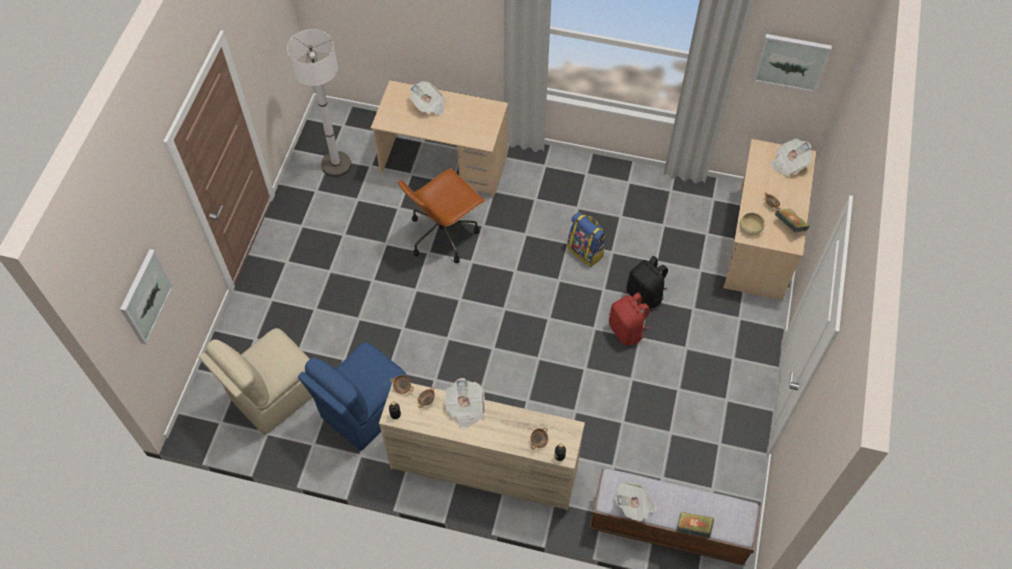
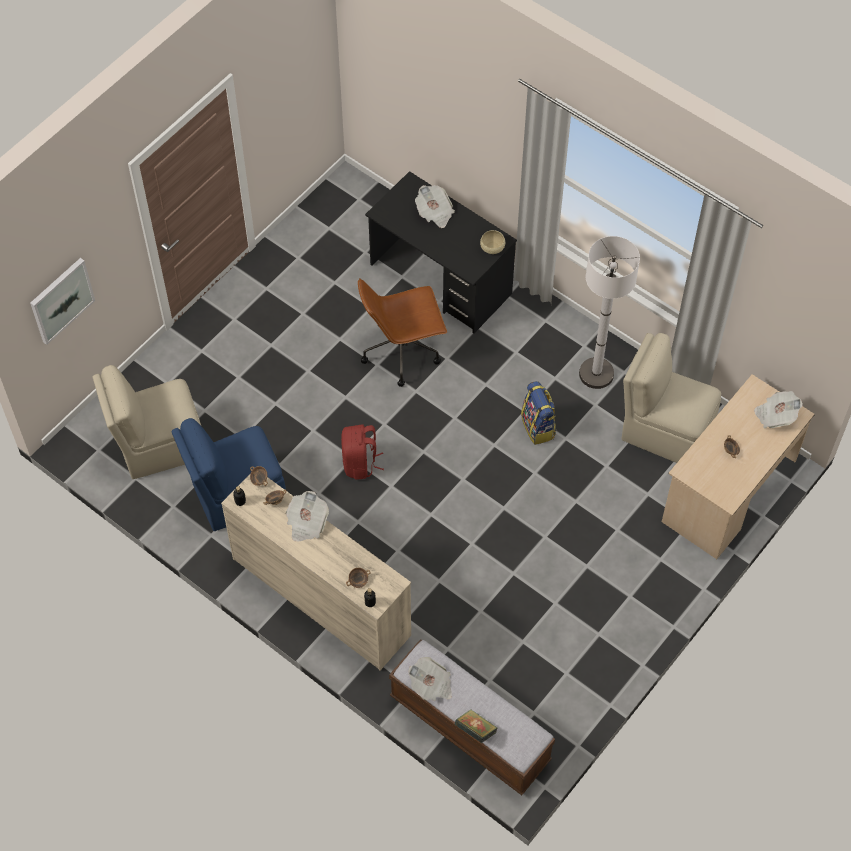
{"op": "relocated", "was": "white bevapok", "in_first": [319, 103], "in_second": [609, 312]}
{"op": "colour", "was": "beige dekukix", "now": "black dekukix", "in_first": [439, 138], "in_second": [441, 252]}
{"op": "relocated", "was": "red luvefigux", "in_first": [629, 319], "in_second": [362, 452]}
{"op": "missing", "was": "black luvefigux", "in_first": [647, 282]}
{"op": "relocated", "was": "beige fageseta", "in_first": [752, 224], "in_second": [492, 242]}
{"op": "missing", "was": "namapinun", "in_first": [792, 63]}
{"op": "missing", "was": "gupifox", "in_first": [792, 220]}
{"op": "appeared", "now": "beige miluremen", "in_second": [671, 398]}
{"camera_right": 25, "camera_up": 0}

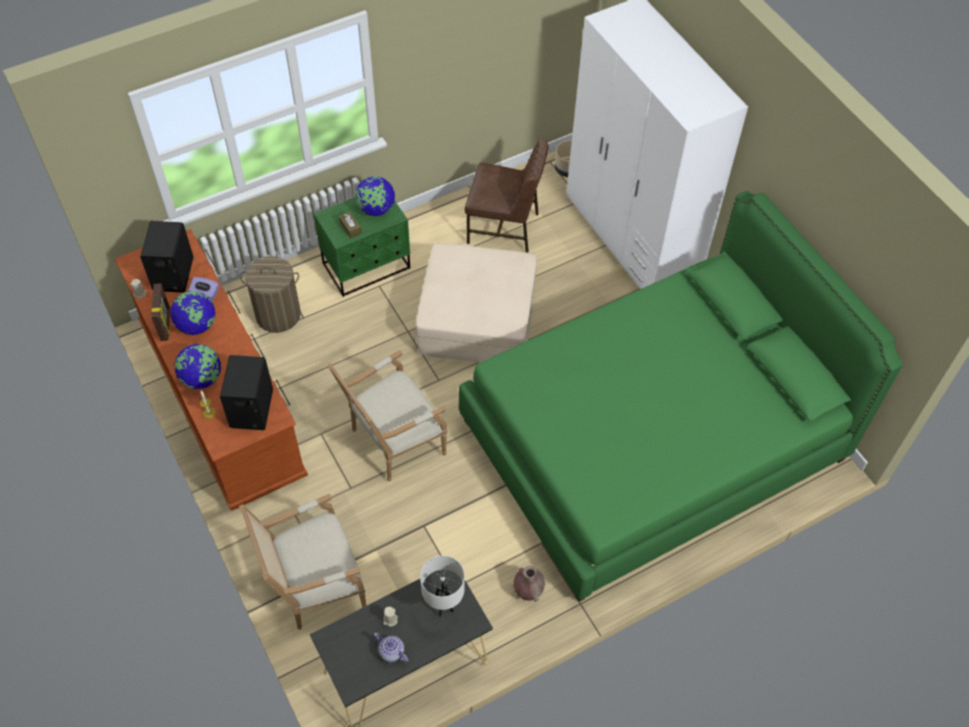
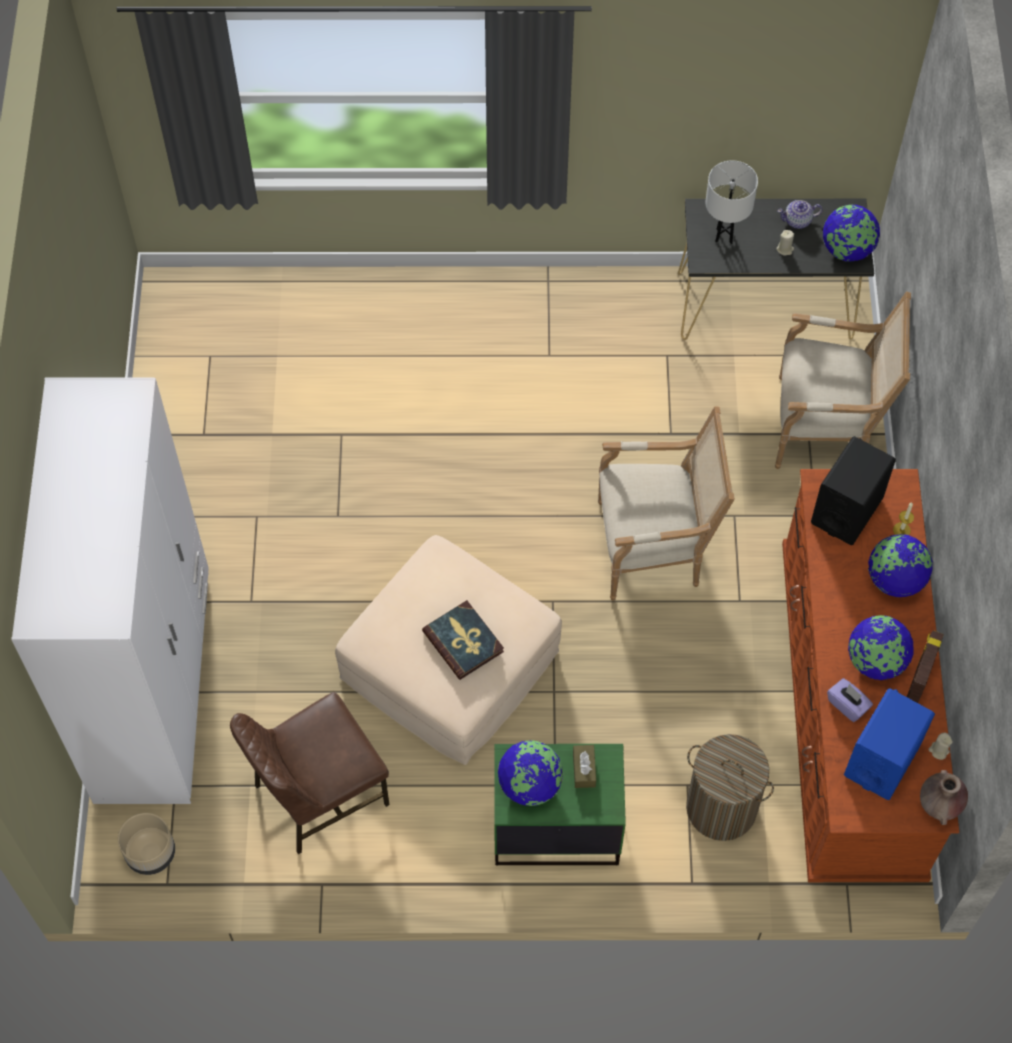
{"op": "colour", "was": "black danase", "now": "blue danase", "in_first": [166, 257], "in_second": [889, 744]}
{"op": "spun", "was": "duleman", "in_first": [391, 648], "in_second": [800, 214], "clockwise": 105}
{"op": "missing", "was": "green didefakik", "in_first": [681, 396]}
{"op": "spun", "was": "brown miluremen", "in_first": [506, 195], "in_second": [310, 773], "clockwise": -75}
{"op": "relocated", "was": "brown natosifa", "in_first": [529, 584], "in_second": [944, 797]}
{"op": "appeared", "now": "gupifox", "in_second": [463, 640]}
{"op": "appeared", "now": "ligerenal", "in_second": [851, 233]}
{"camera_right": -150, "camera_up": 5}

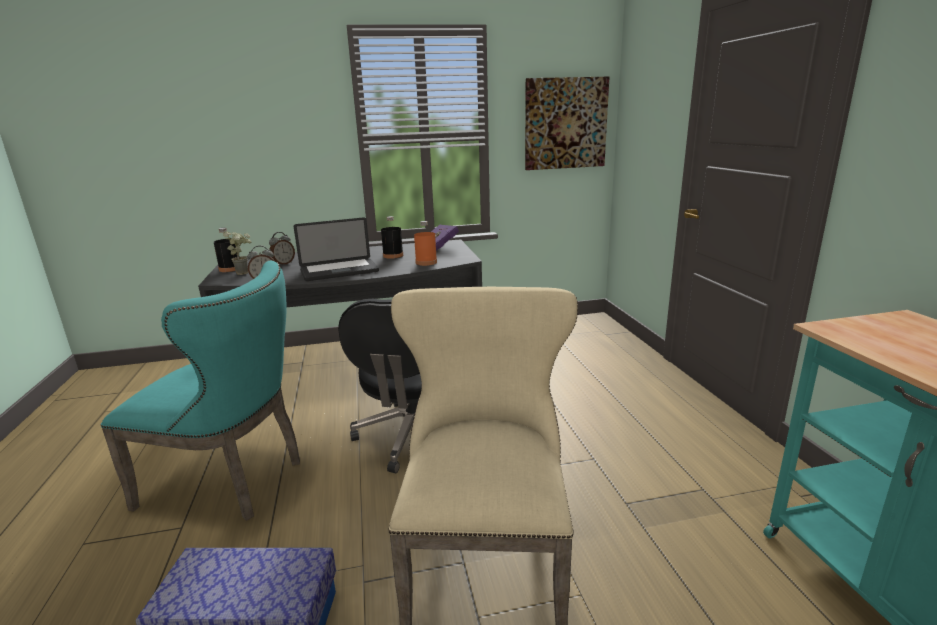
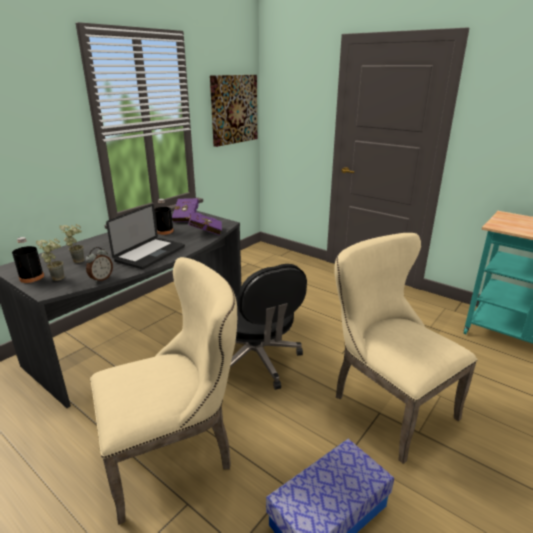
{"op": "colour", "was": "turquoise miluremen", "now": "beige miluremen", "in_first": [200, 391], "in_second": [163, 391]}
{"op": "exchanged", "was": "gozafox", "now": "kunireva", "in_first": [282, 248], "in_second": [72, 243]}
{"op": "exchanged", "was": "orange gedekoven", "now": "purple gupifox", "in_first": [425, 243], "in_second": [203, 223]}
{"camera_right": -40, "camera_up": 5}

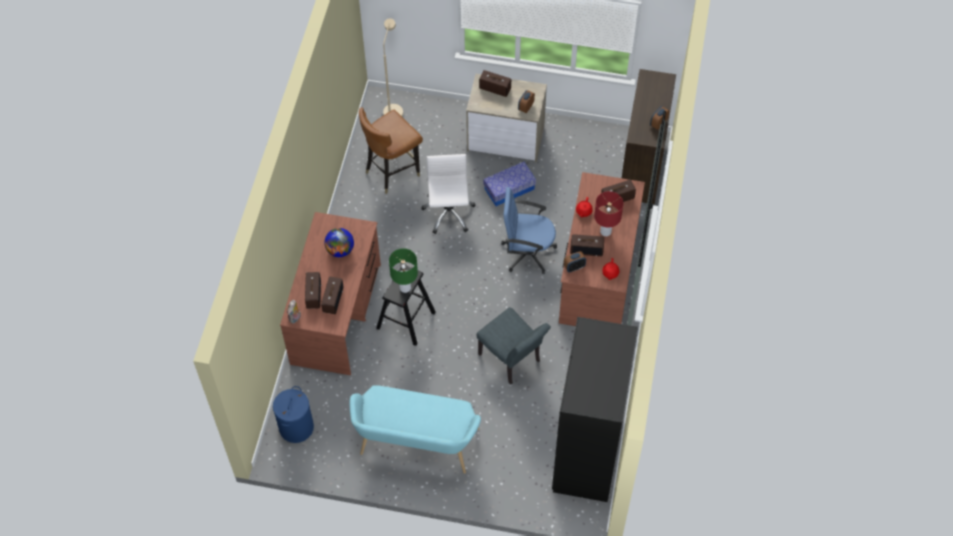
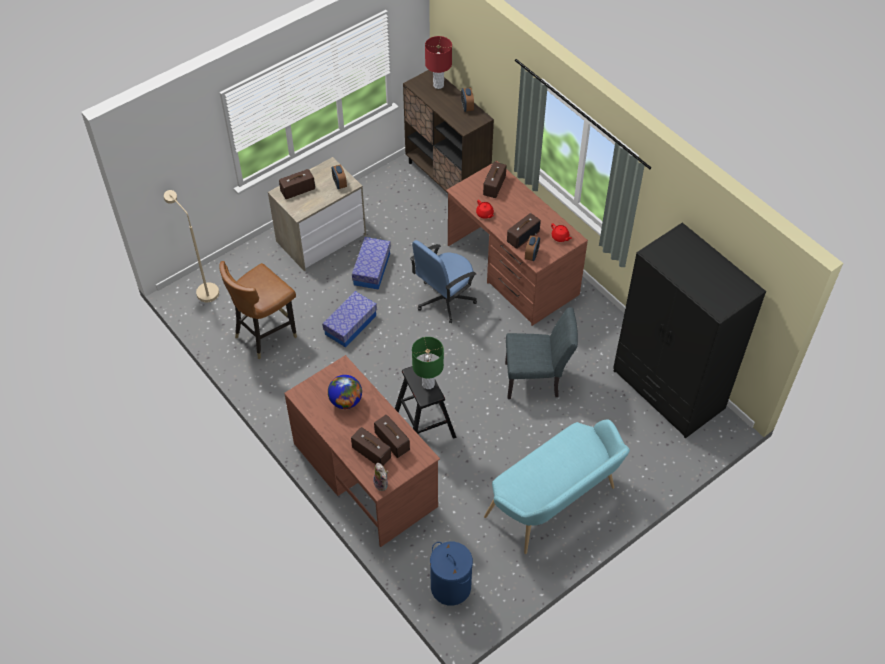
{"op": "spun", "was": "brown miluremen", "in_first": [391, 151], "in_second": [258, 310], "clockwise": 45}
{"op": "exchanged", "was": "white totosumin", "now": "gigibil", "in_first": [448, 194], "in_second": [349, 319]}
{"op": "relocated", "was": "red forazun", "in_first": [608, 213], "in_second": [438, 62]}
{"camera_right": -50, "camera_up": -5}

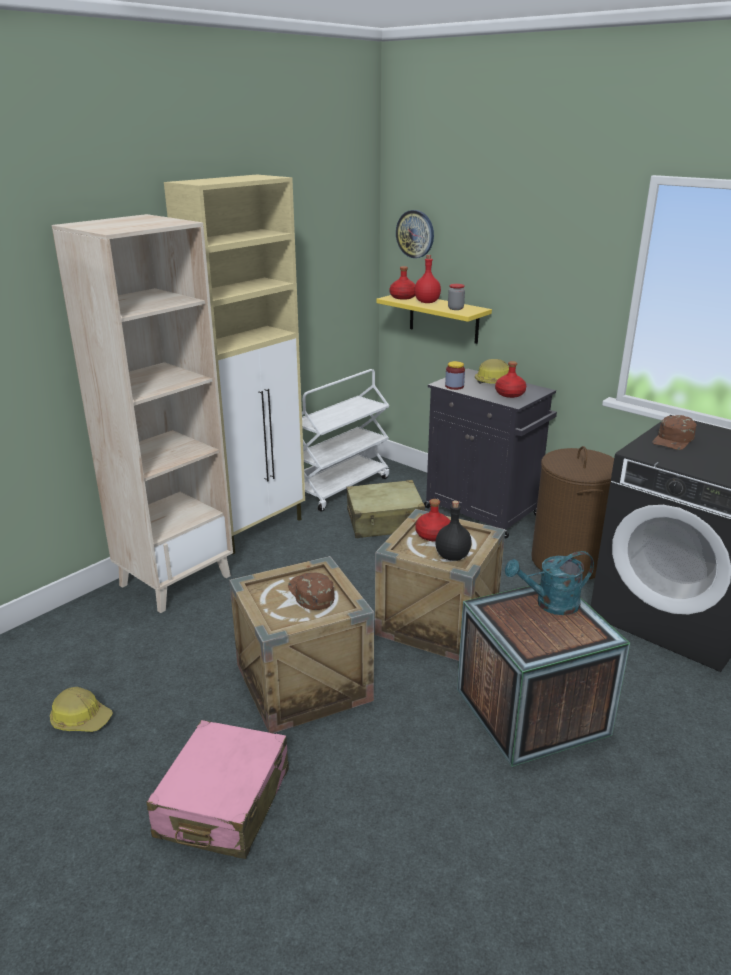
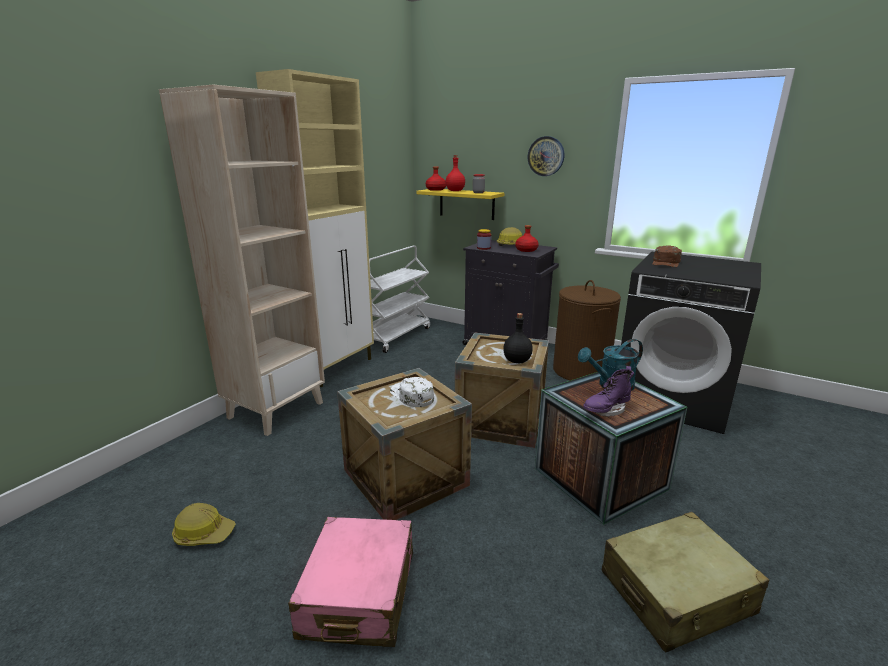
{"op": "colour", "was": "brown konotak", "now": "white konotak", "in_first": [311, 591], "in_second": [412, 392]}
{"op": "relocated", "was": "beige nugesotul", "in_first": [386, 509], "in_second": [685, 582]}
{"op": "relocated", "was": "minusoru", "in_first": [415, 234], "in_second": [546, 156]}
{"op": "missing", "was": "red gedekoven", "in_first": [432, 520]}
{"op": "appeared", "now": "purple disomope", "in_second": [608, 391]}
{"camera_right": -10, "camera_up": -5}

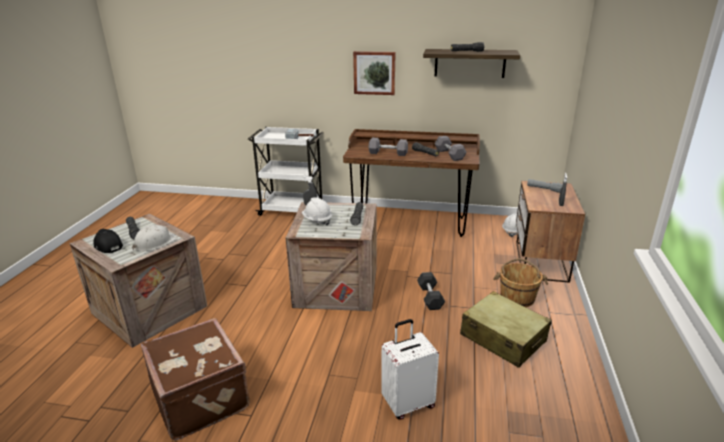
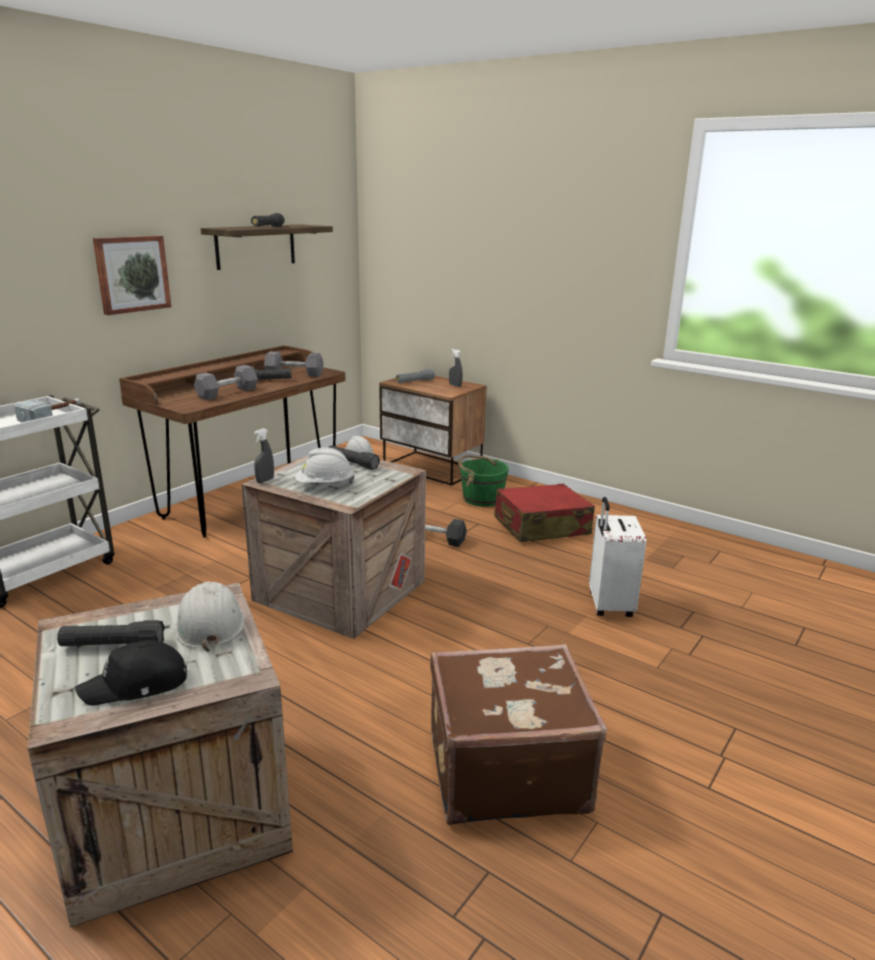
{"op": "colour", "was": "beige nugesotul", "now": "red nugesotul", "in_first": [506, 329], "in_second": [544, 513]}
{"op": "colour", "was": "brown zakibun", "now": "green zakibun", "in_first": [520, 282], "in_second": [483, 481]}
{"camera_right": -65, "camera_up": -5}

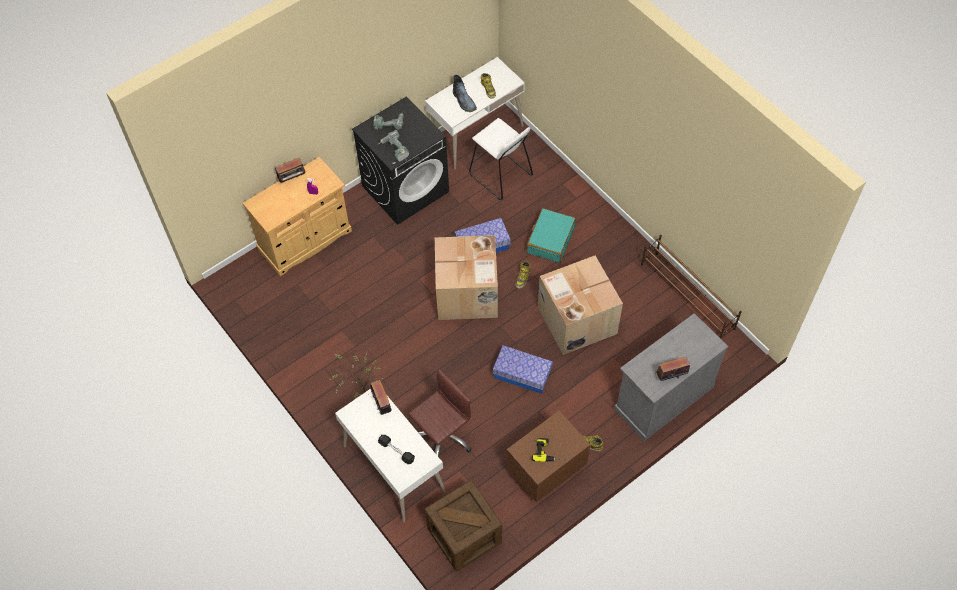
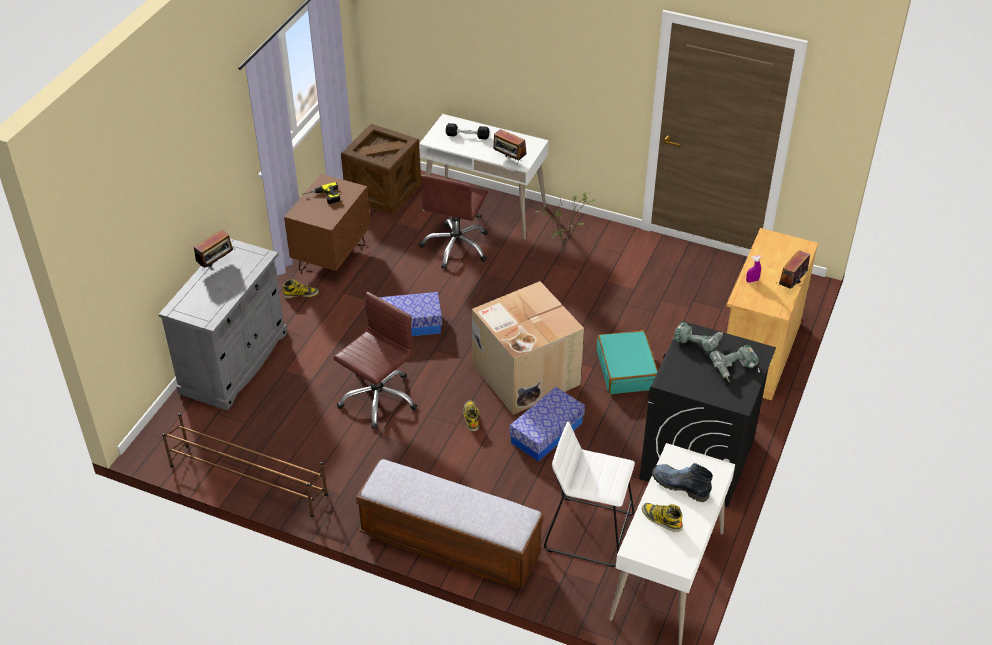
{"op": "relocated", "was": "turquoise nugesotul", "in_first": [551, 235], "in_second": [627, 362]}
{"op": "exchanged", "was": "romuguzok", "now": "brown totosumin", "in_first": [580, 305], "in_second": [375, 360]}
{"op": "appeared", "now": "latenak", "in_second": [449, 524]}
{"camera_right": 150, "camera_up": -15}

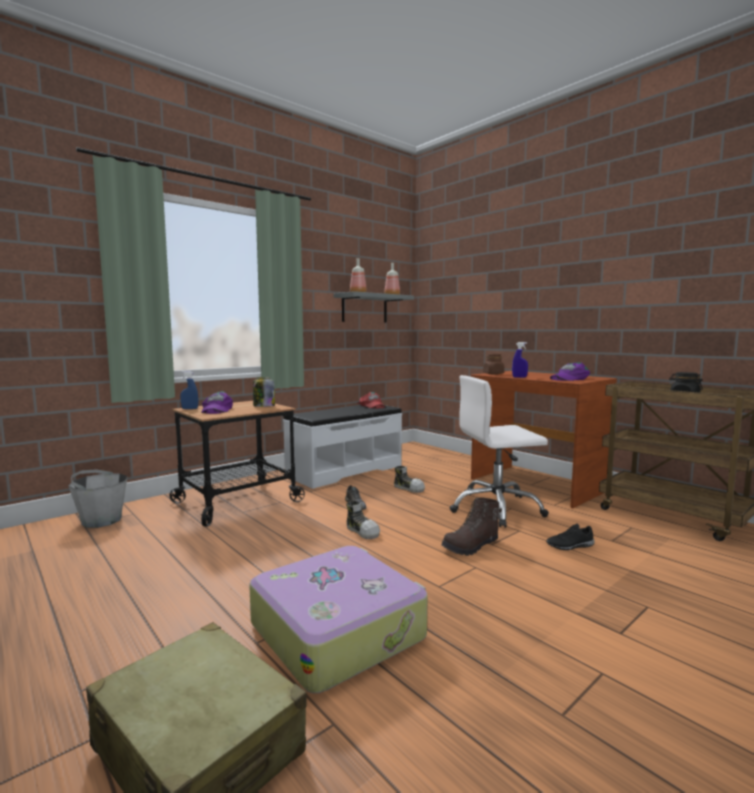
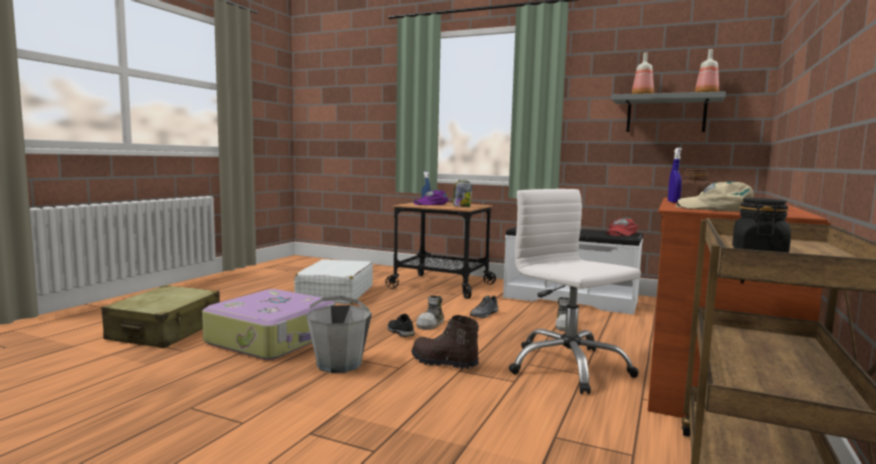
{"op": "relocated", "was": "grey zakibun", "in_first": [98, 498], "in_second": [339, 334]}
{"op": "relocated", "was": "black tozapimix", "in_first": [570, 537], "in_second": [401, 325]}
{"op": "colour", "was": "purple konotak", "now": "beige konotak", "in_first": [570, 371], "in_second": [715, 196]}
{"op": "appeared", "now": "white nugesotul", "in_second": [333, 281]}
{"camera_right": 65, "camera_up": 0}

